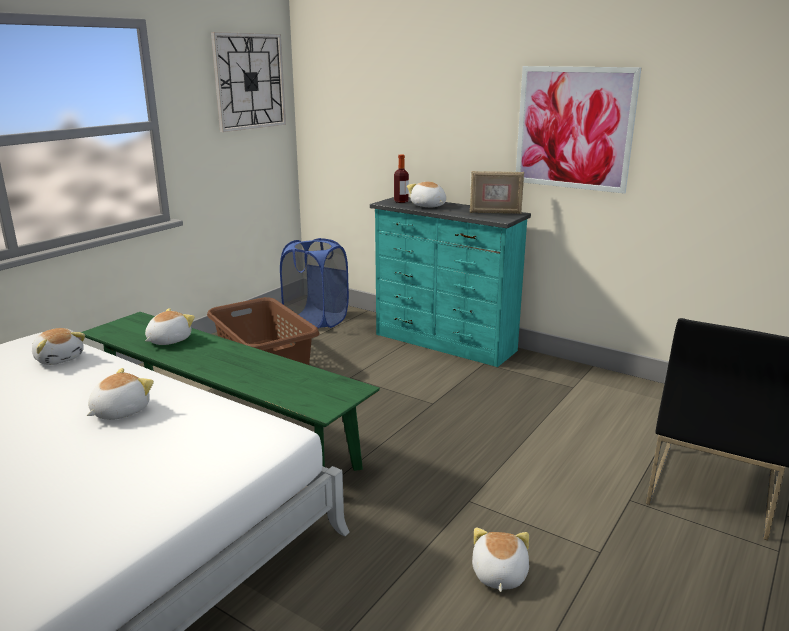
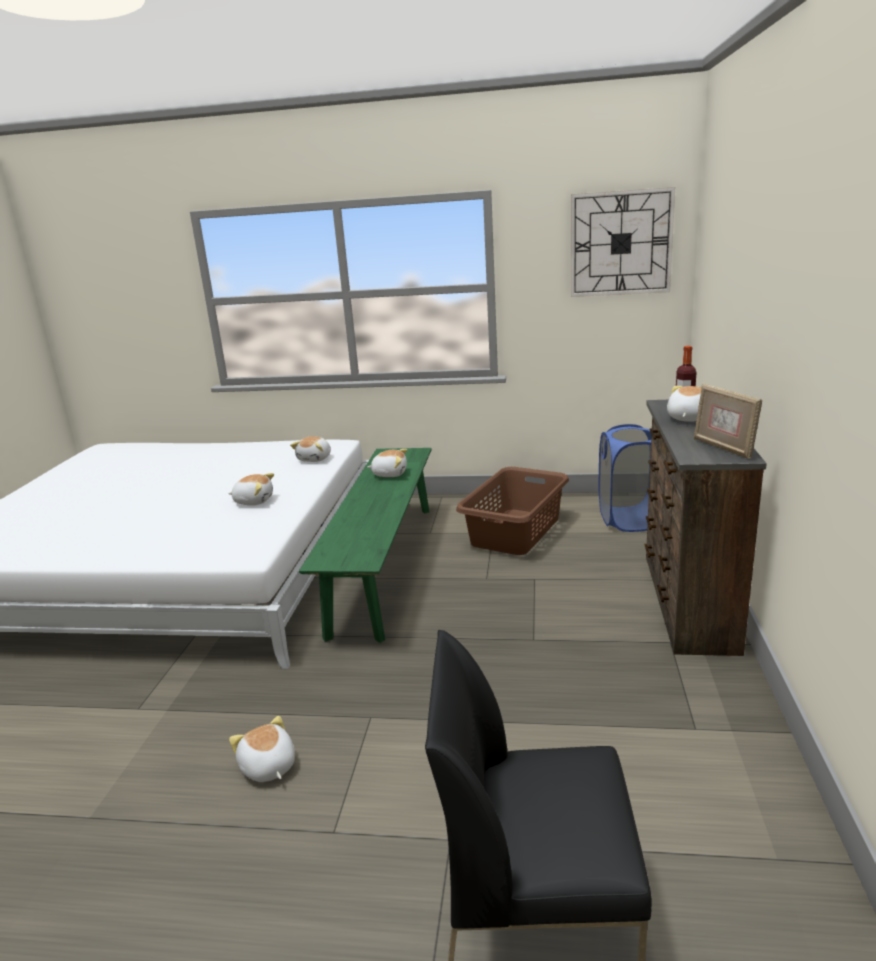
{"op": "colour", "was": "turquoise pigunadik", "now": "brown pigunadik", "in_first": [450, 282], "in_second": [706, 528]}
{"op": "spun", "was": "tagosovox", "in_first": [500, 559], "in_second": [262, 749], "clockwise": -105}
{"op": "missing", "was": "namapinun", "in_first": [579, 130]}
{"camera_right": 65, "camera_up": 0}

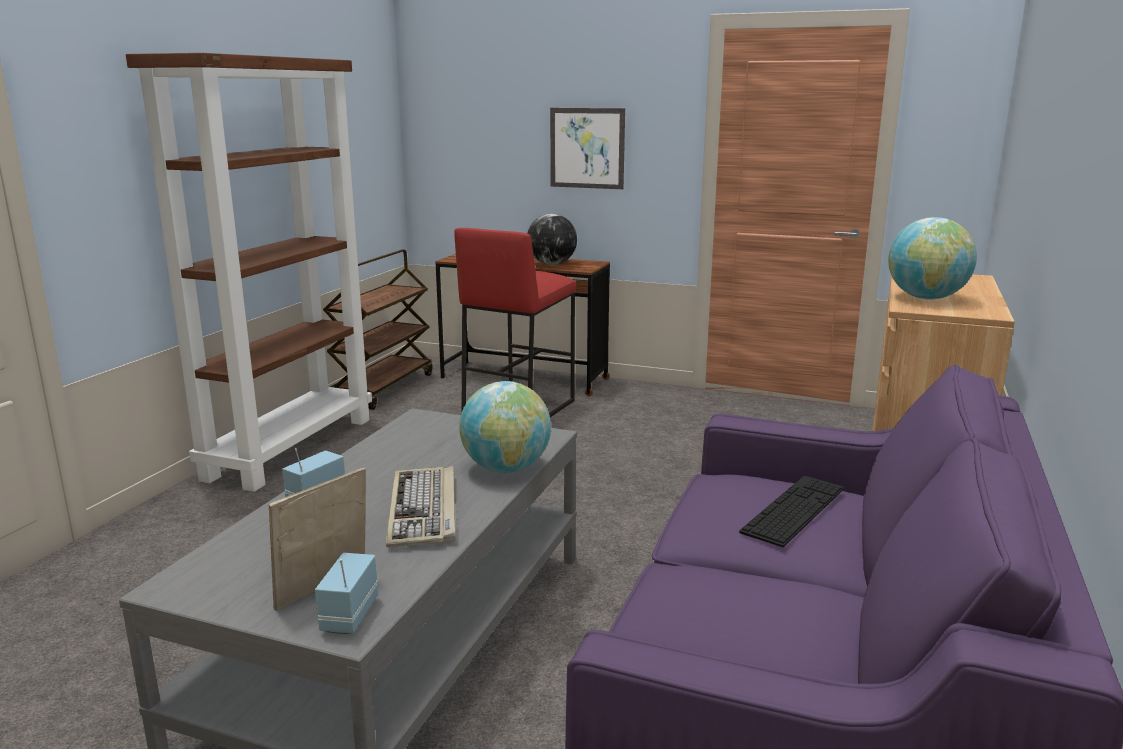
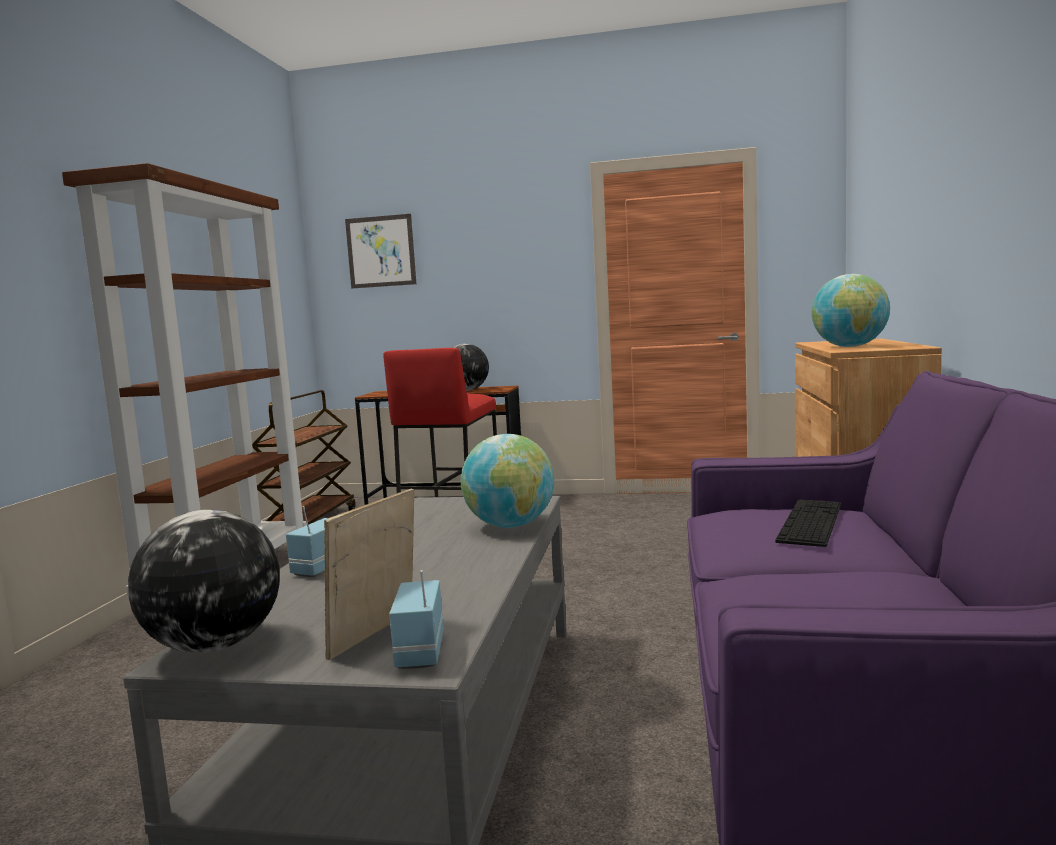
{"op": "missing", "was": "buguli", "in_first": [421, 507]}
{"op": "relocated", "was": "namapinun", "in_first": [587, 148], "in_second": [380, 251]}
{"op": "appeared", "now": "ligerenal", "in_second": [204, 581]}
{"camera_right": -10, "camera_up": -10}

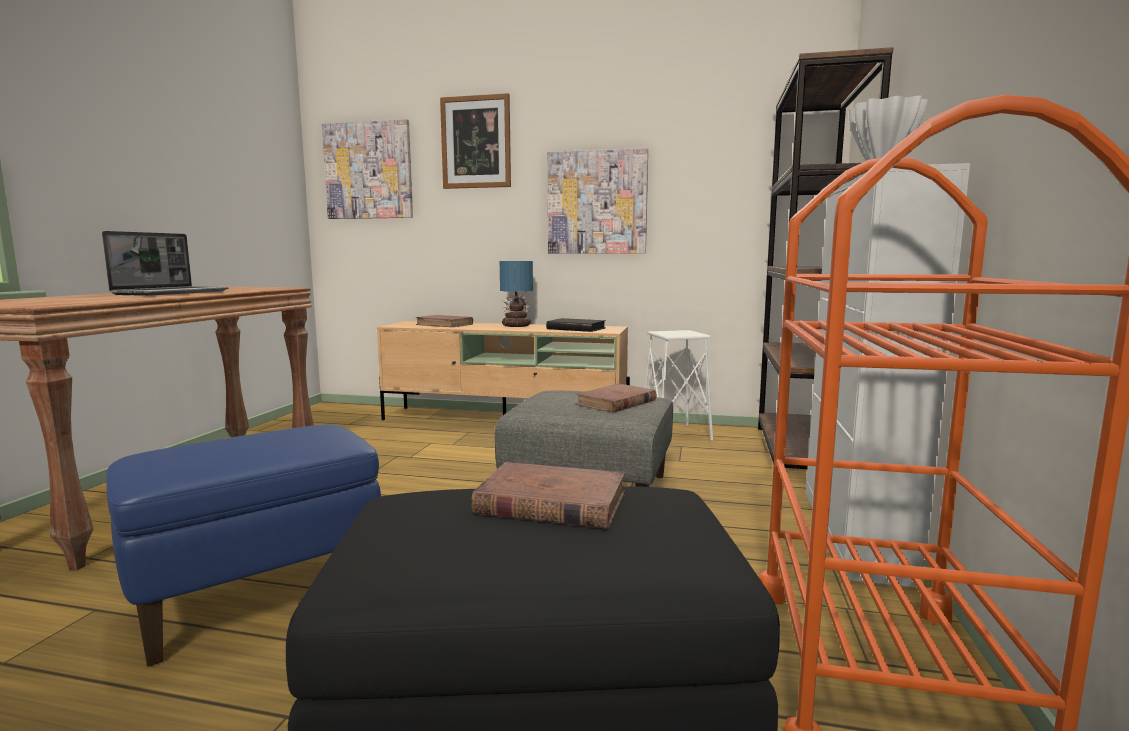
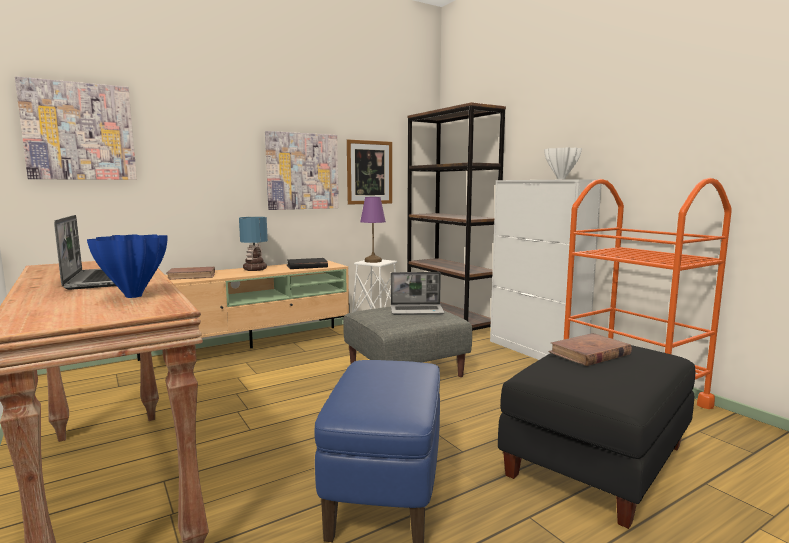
{"op": "relocated", "was": "namapinun", "in_first": [475, 141], "in_second": [369, 172]}
{"op": "exchanged", "was": "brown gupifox", "now": "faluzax", "in_first": [616, 398], "in_second": [418, 293]}
{"op": "appeared", "now": "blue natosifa", "in_second": [127, 266]}
{"op": "appeared", "now": "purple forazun", "in_second": [373, 230]}
{"camera_right": -45, "camera_up": 0}

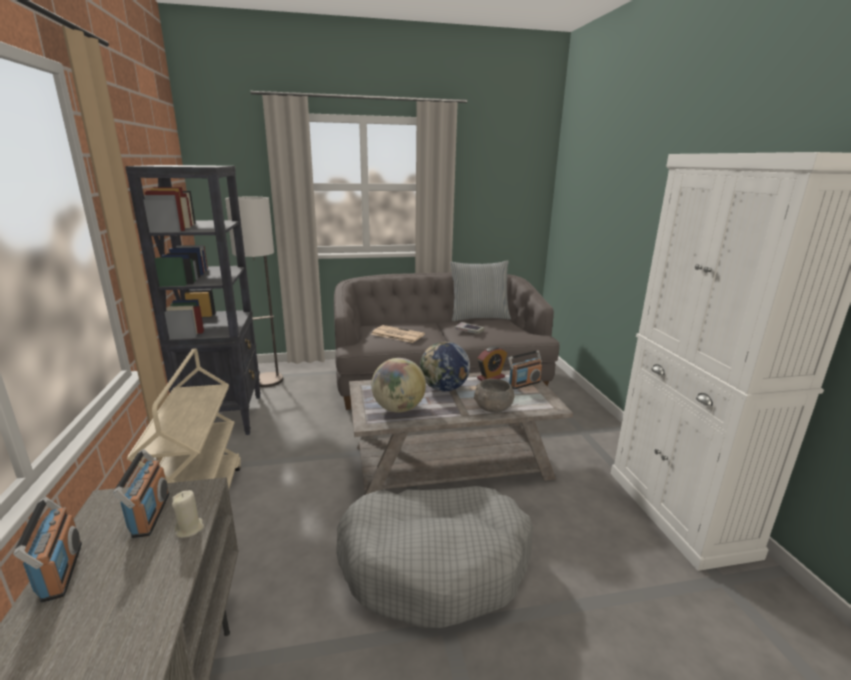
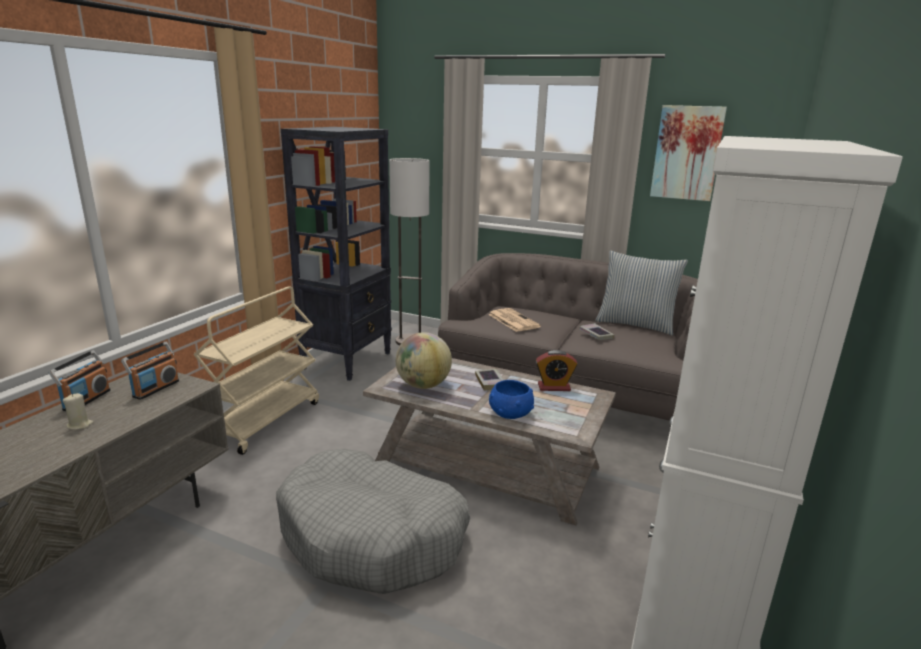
{"op": "relocated", "was": "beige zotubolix", "in_first": [188, 514], "in_second": [78, 411]}
{"op": "exchanged", "was": "ligerenal", "now": "gupifox", "in_first": [445, 366], "in_second": [489, 380]}
{"op": "colour", "was": "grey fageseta", "now": "blue fageseta", "in_first": [494, 396], "in_second": [511, 399]}
{"op": "missing", "was": "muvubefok", "in_first": [525, 369]}
{"op": "appeared", "now": "namapinun", "in_second": [688, 153]}
{"camera_right": 35, "camera_up": 0}

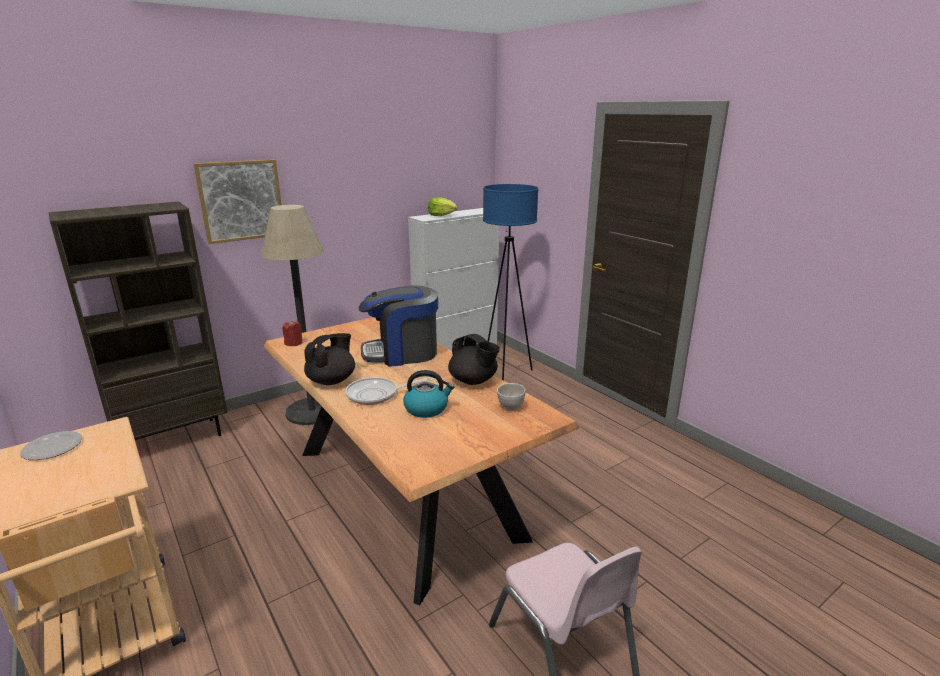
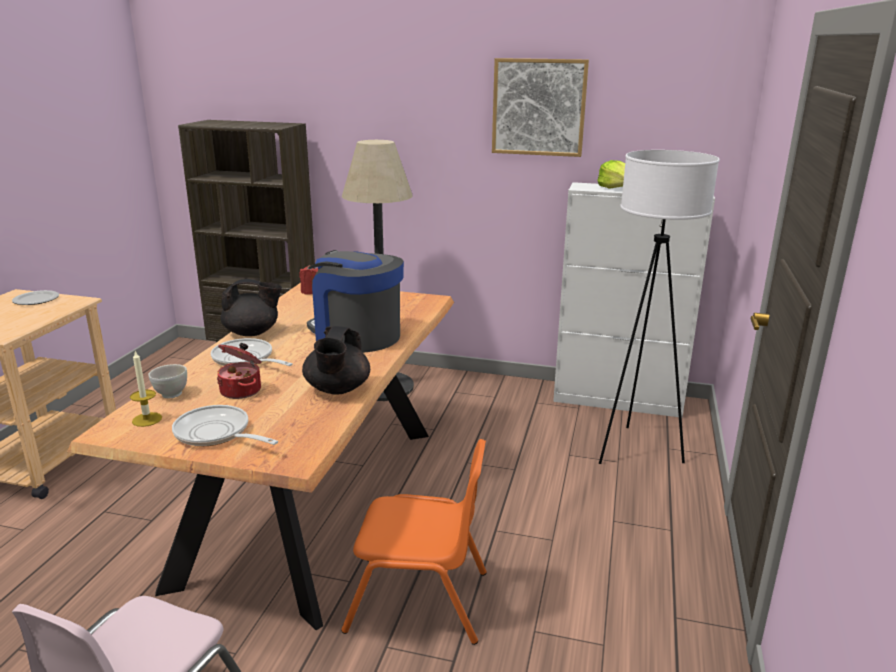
{"op": "relocated", "was": "namapinun", "in_first": [238, 201], "in_second": [540, 107]}
{"op": "exchanged", "was": "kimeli", "now": "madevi", "in_first": [429, 394], "in_second": [239, 371]}
{"op": "colour", "was": "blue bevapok", "now": "white bevapok", "in_first": [511, 282], "in_second": [659, 307]}
{"op": "relocated", "was": "white fageseta", "in_first": [511, 397], "in_second": [167, 381]}
{"op": "appeared", "now": "zotubolix", "in_second": [146, 389]}
{"op": "appeared", "now": "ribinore", "in_second": [225, 425]}
{"op": "appeared", "now": "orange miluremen", "in_second": [414, 542]}
{"camera_right": 50, "camera_up": 0}

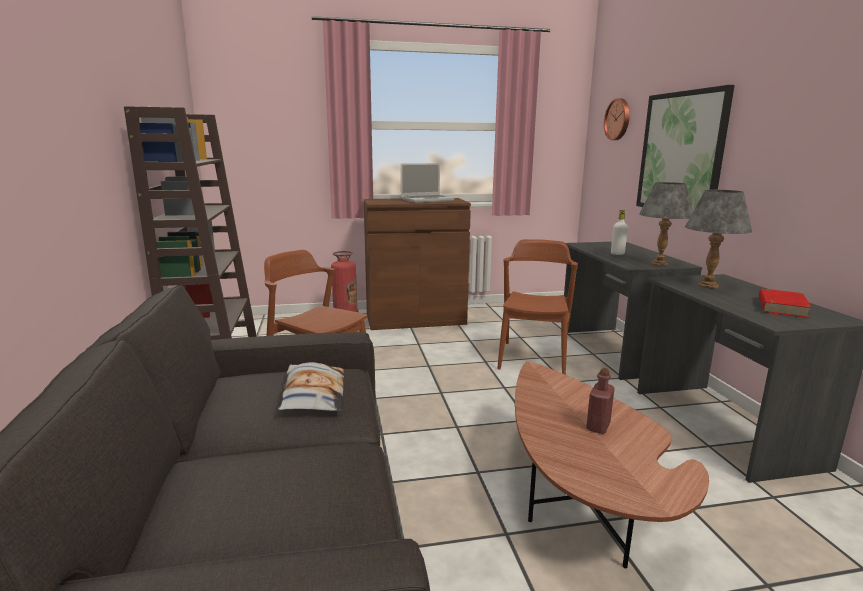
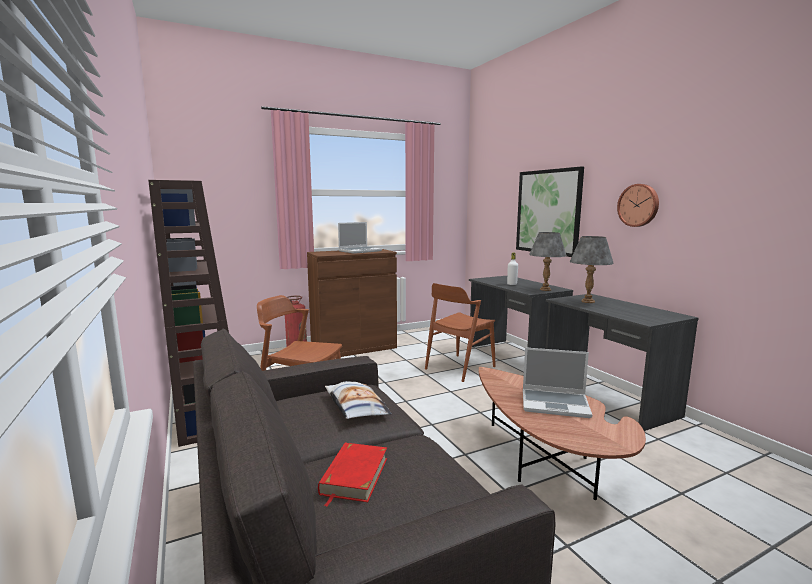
{"op": "spun", "was": "brown miluremen", "in_first": [537, 307], "in_second": [460, 332], "clockwise": -135}
{"op": "exchanged", "was": "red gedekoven", "now": "faluzax", "in_first": [600, 401], "in_second": [557, 382]}
{"op": "relocated", "was": "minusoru", "in_first": [617, 119], "in_second": [638, 205]}
{"op": "relocated", "was": "red gupifox", "in_first": [785, 303], "in_second": [352, 474]}
{"camera_right": -15, "camera_up": -5}

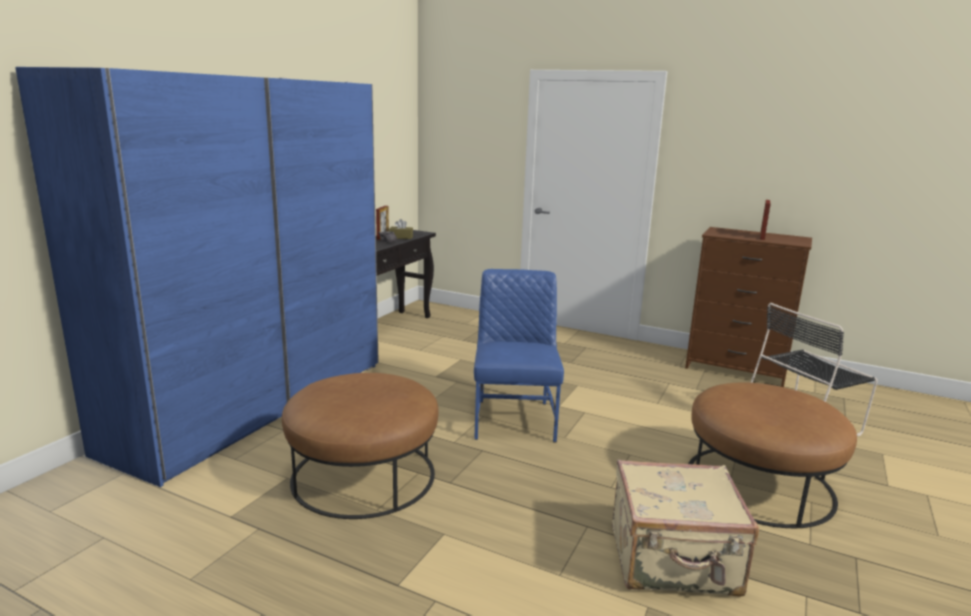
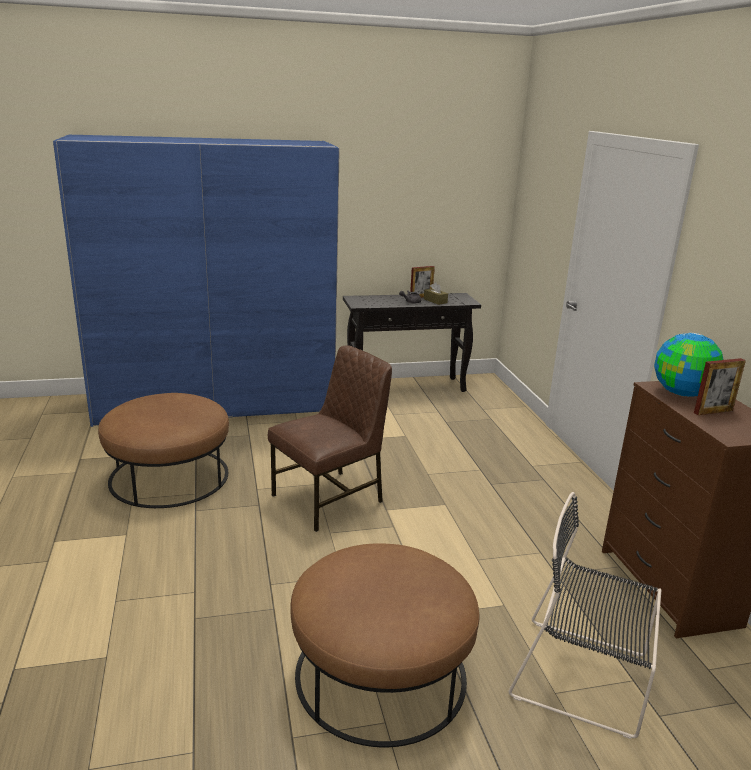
{"op": "colour", "was": "blue miluremen", "now": "brown miluremen", "in_first": [519, 355], "in_second": [330, 438]}
{"op": "missing", "was": "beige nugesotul", "in_first": [685, 528]}
{"op": "appeared", "now": "ligerenal", "in_second": [689, 364]}
{"camera_right": 50, "camera_up": 5}

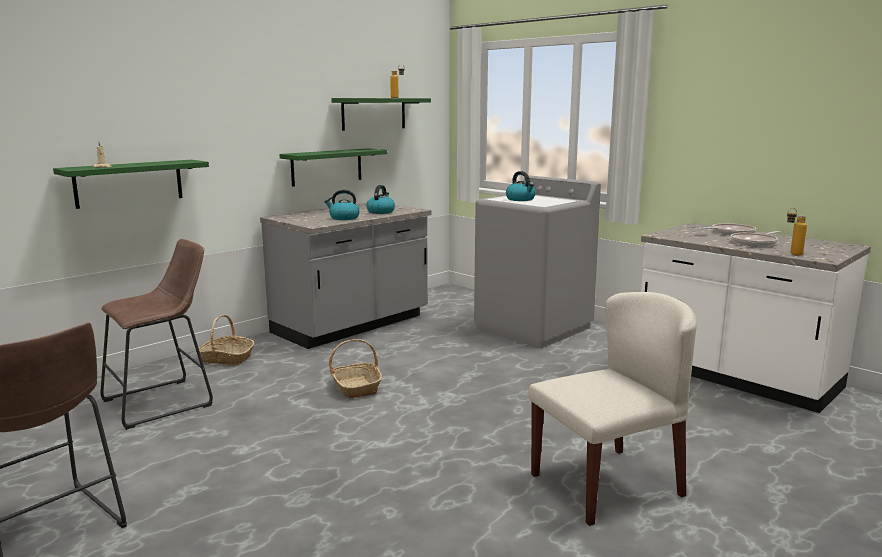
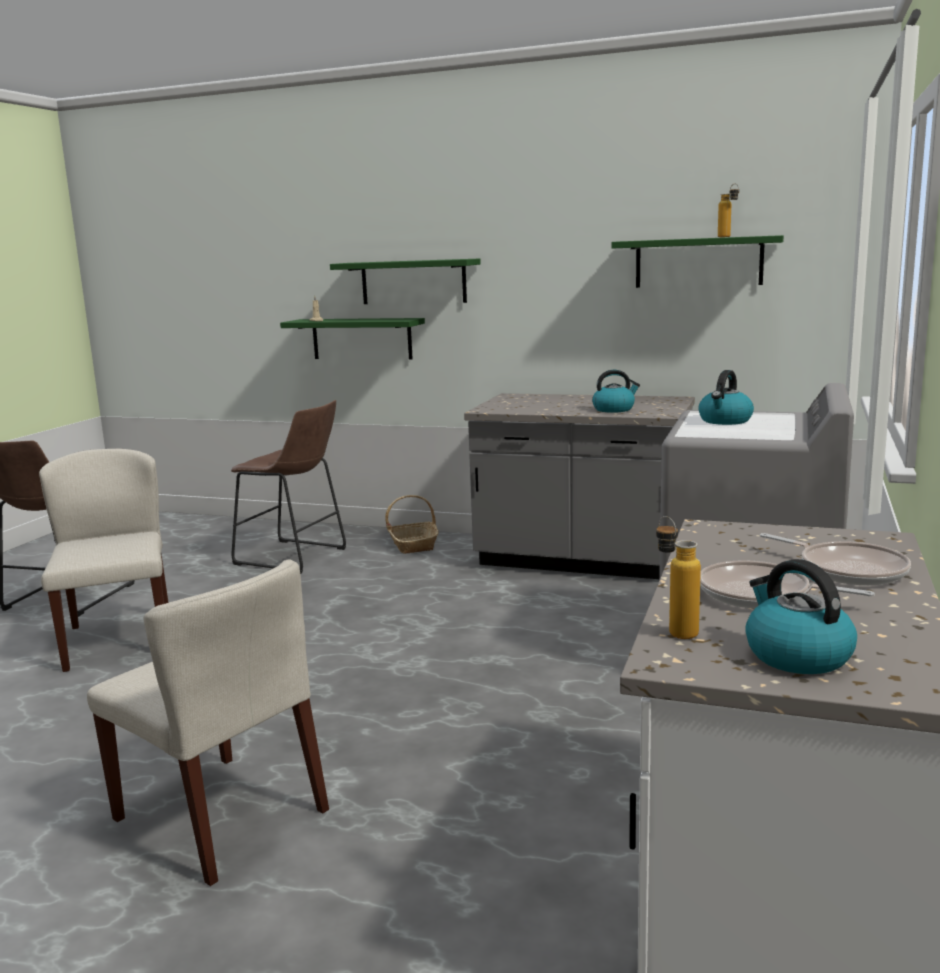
{"op": "relocated", "was": "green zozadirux", "in_first": [333, 167], "in_second": [405, 281]}
{"op": "relocated", "was": "kimeli", "in_first": [342, 205], "in_second": [801, 616]}
{"op": "missing", "was": "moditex", "in_first": [355, 369]}
{"op": "appeared", "now": "beige miluremen", "in_second": [104, 560]}
{"camera_right": 65, "camera_up": 0}

